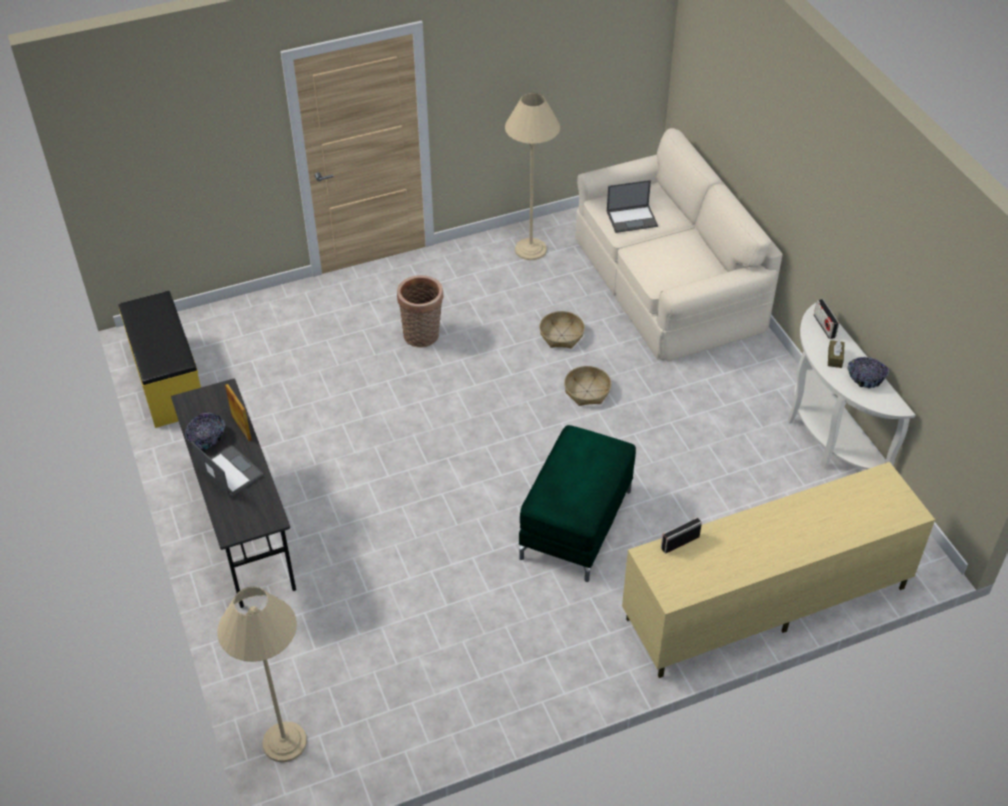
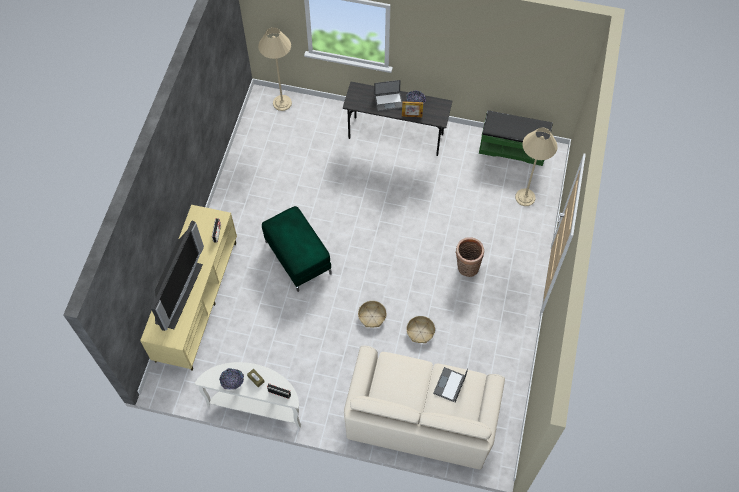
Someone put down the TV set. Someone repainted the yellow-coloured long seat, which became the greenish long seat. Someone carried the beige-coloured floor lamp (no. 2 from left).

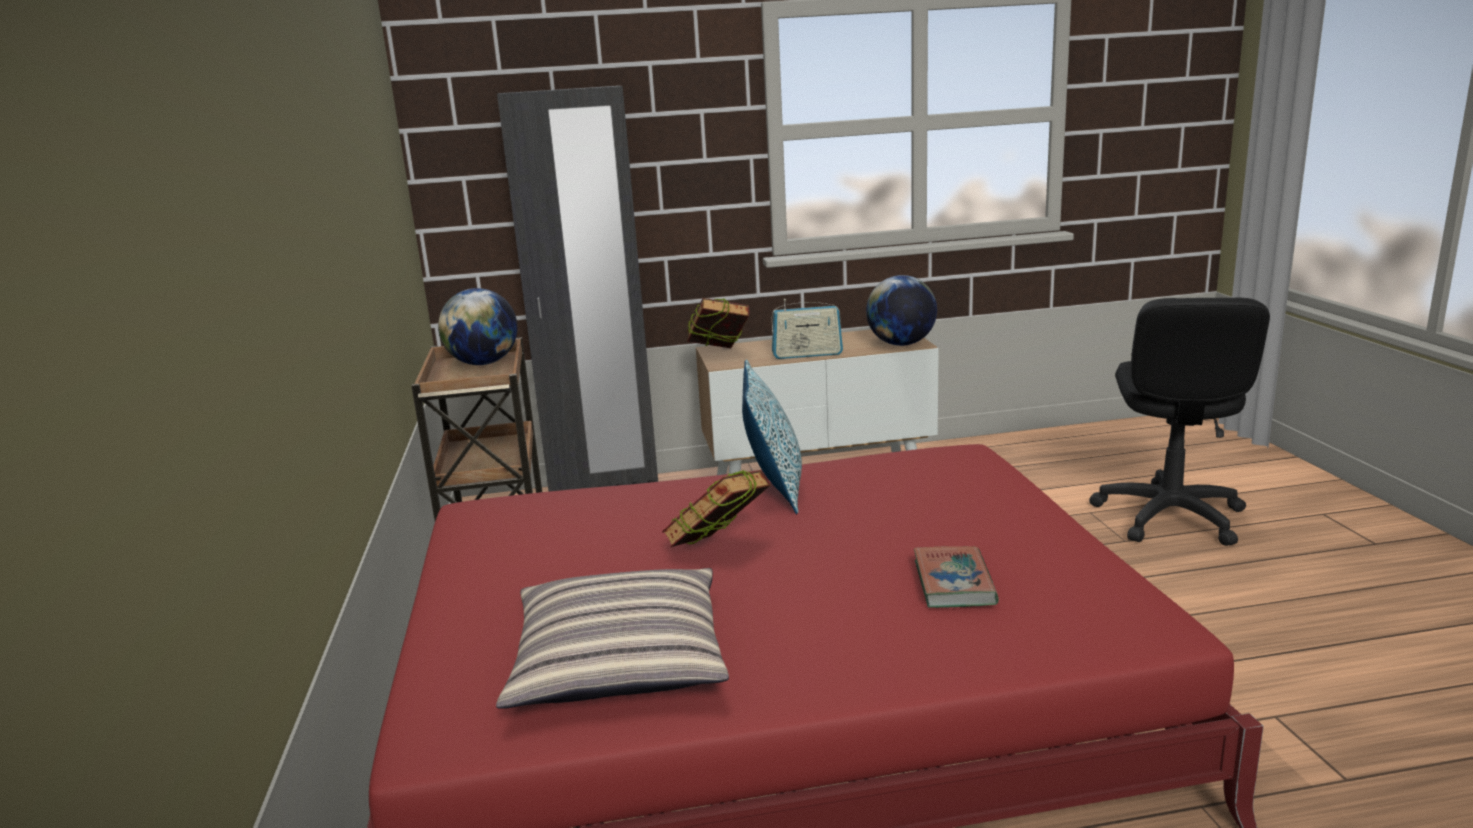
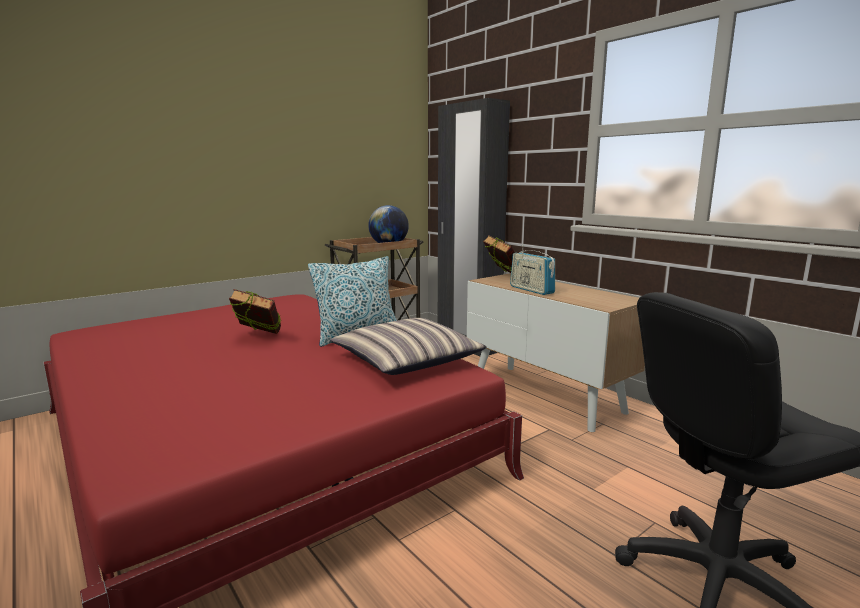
Someone carried the pillow (no. 1 from left in the first image). Someone took away the globe (no. 2 from left). Someone took away the book (no. 3 from left).

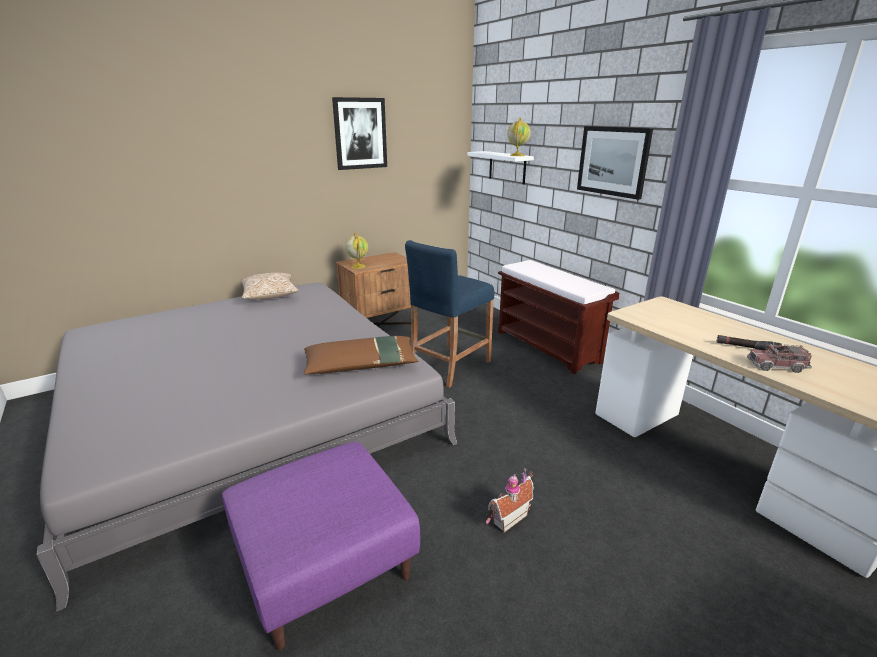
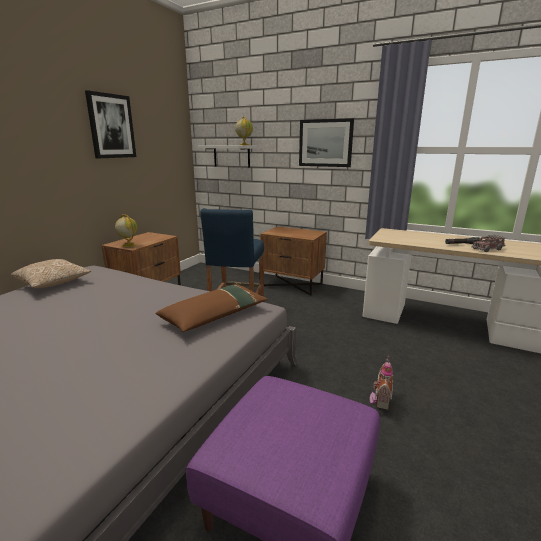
Someone swapped the brownish long seat for the brownish nightstand (no. 2 from left).

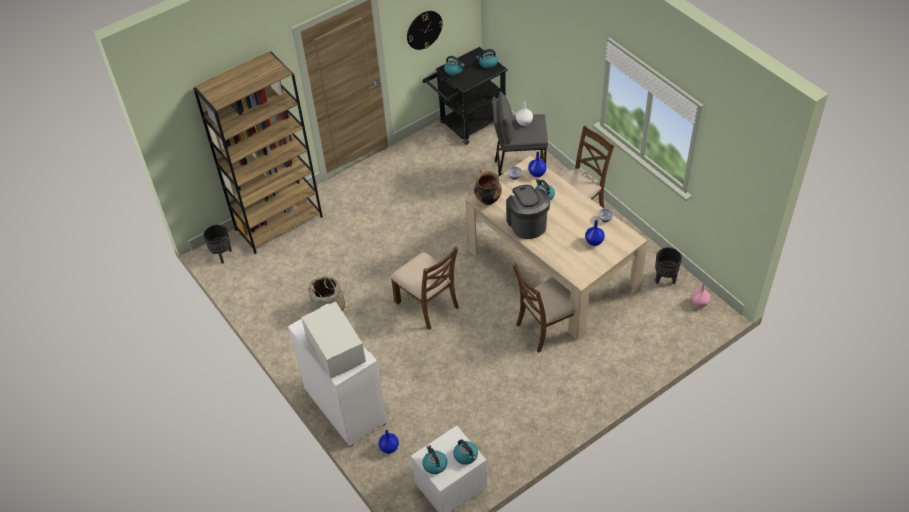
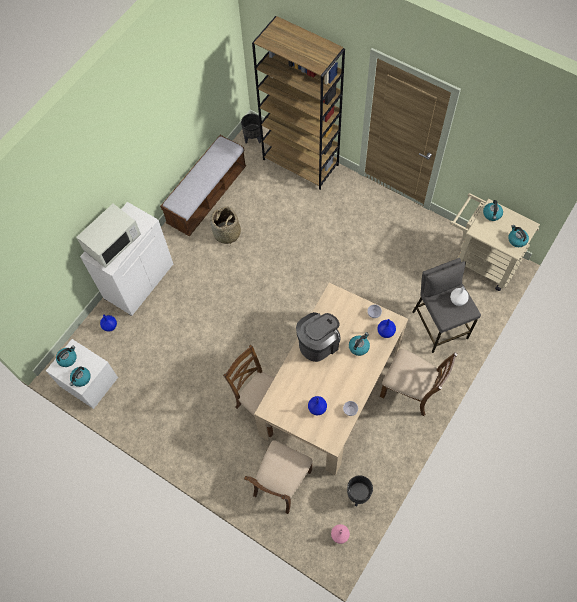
Someone put down the long seat. Someone carried the brownish plain chair (no. 1 from left in the first image). Someone repainted the black trolley, which became the beige-coloured trolley. Someone took away the clock on the wall. Someone took away the cooking pot.

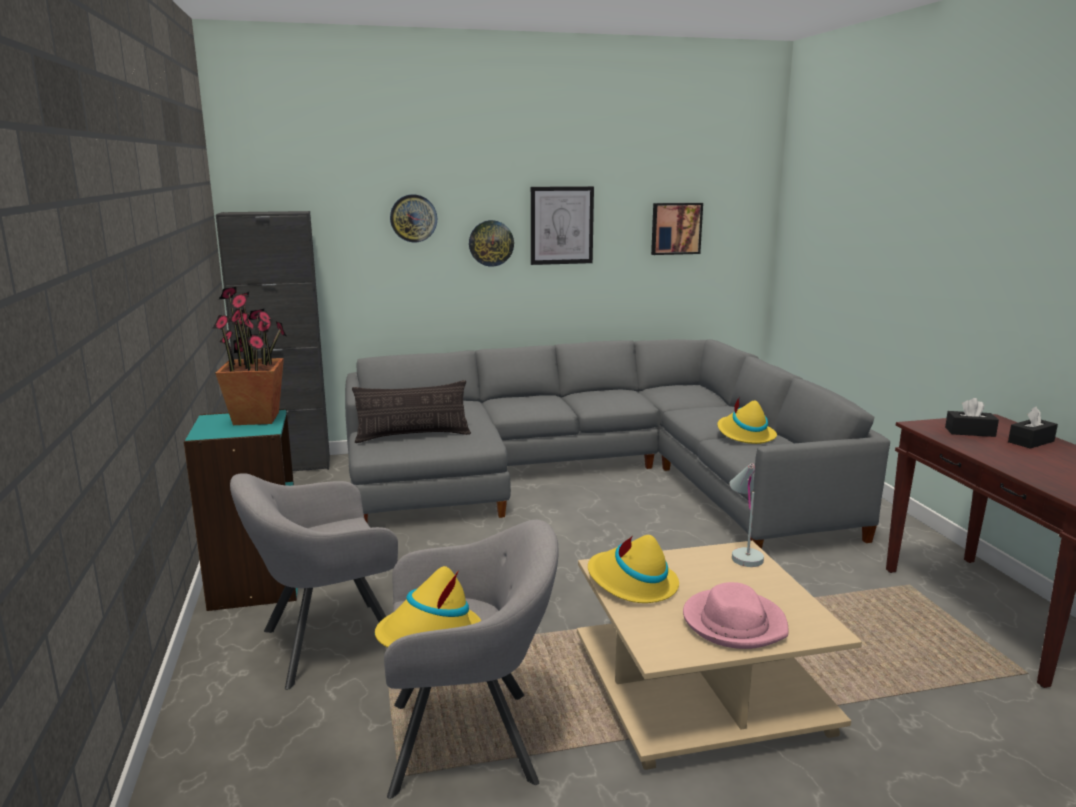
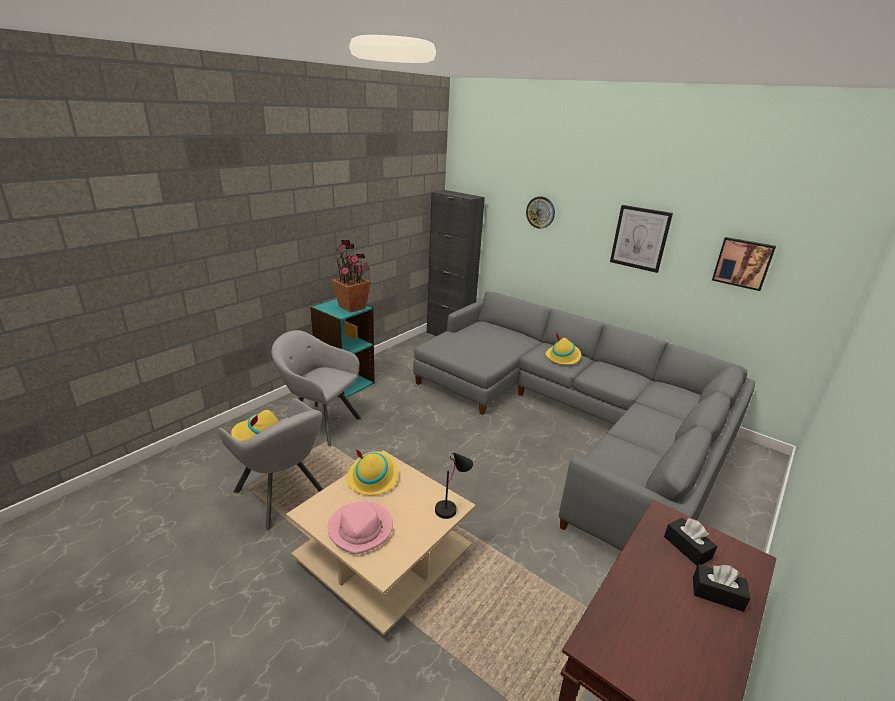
Someone repainted the white table lamp, which became the black table lamp. Someone carried the yellow-coloured hat (no. 3 from left). Someone took away the pillow. Someone took away the clock on the wall (no. 2 from left).

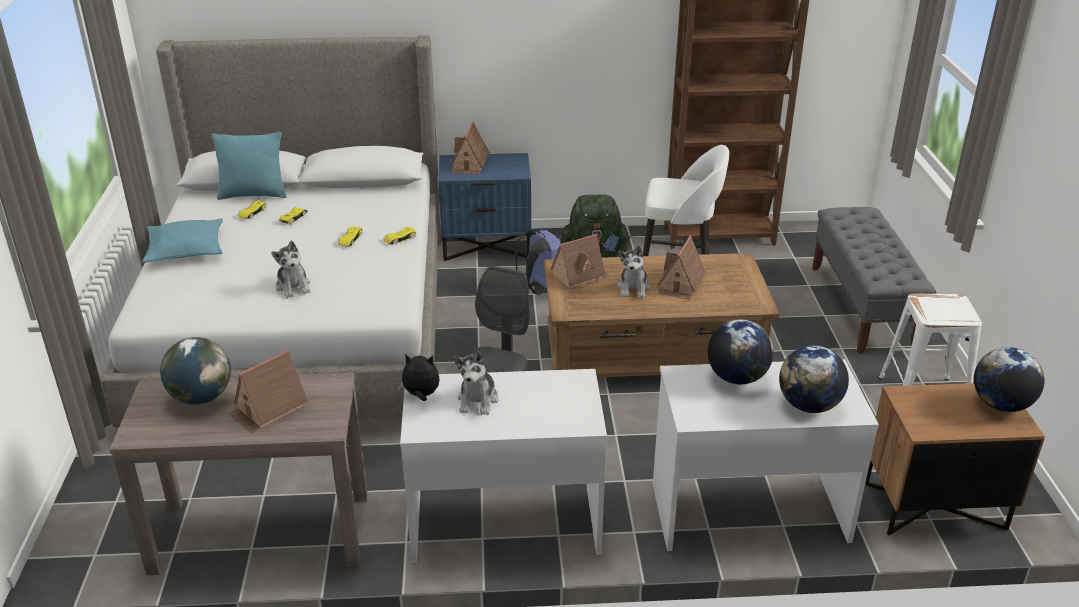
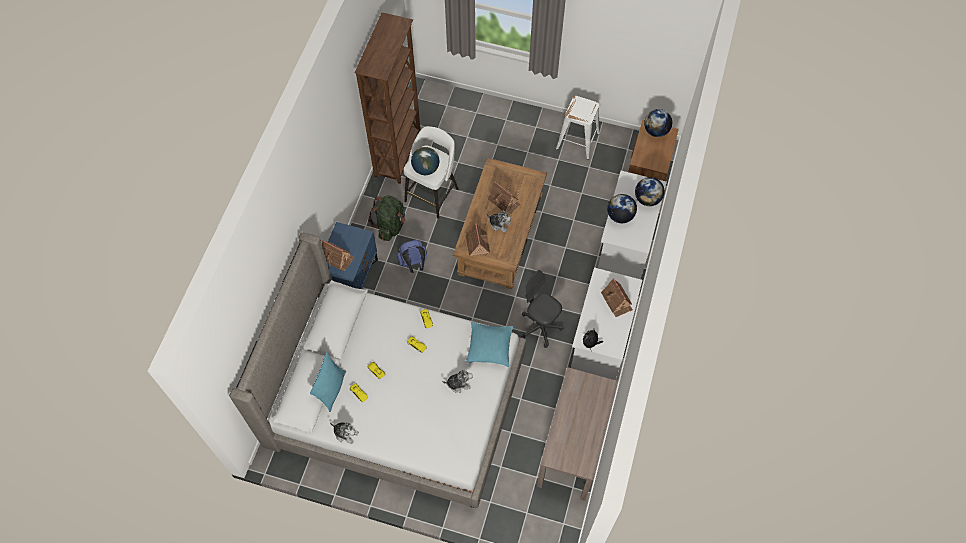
Someone carried the soft toy (no. 3 from left in the first image). Someone carried the globe (no. 1 from left). Someone carried the turquoise-coloured pillow (no. 1 from left in the first image). Someone carried the model house (no. 1 from left in the first image). Someone took away the gray long seat.

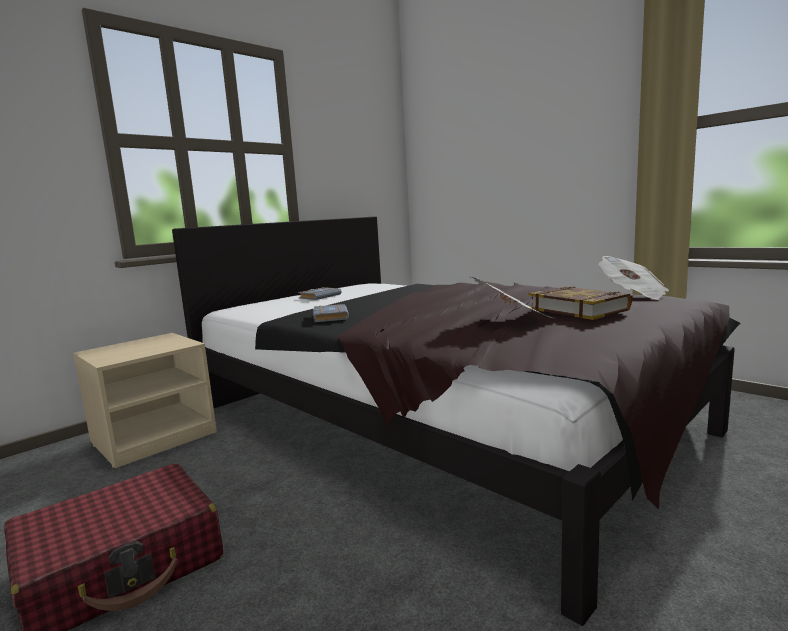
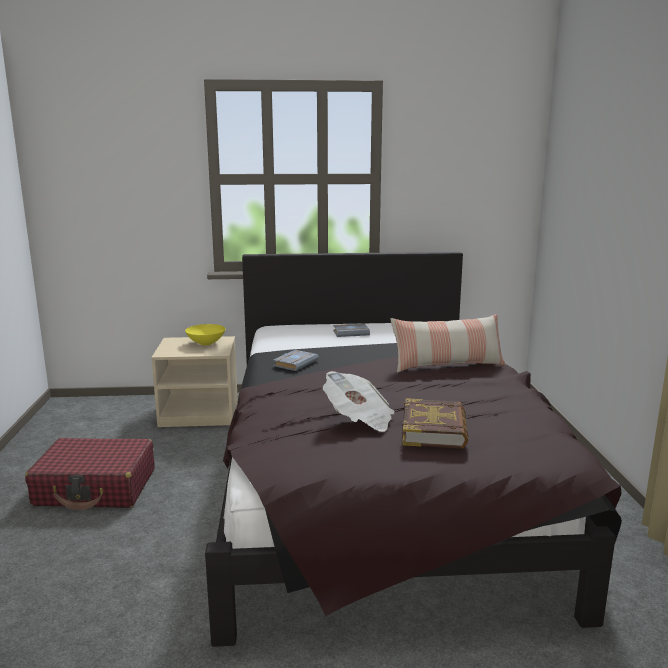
Someone put down the yellow-coloured bowl. Someone put down the pillow. Someone took away the printed paper (no. 2 from left).

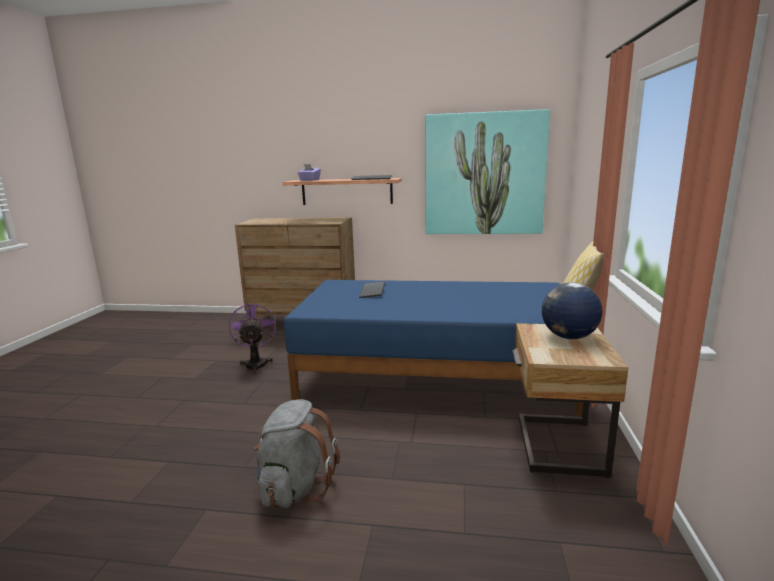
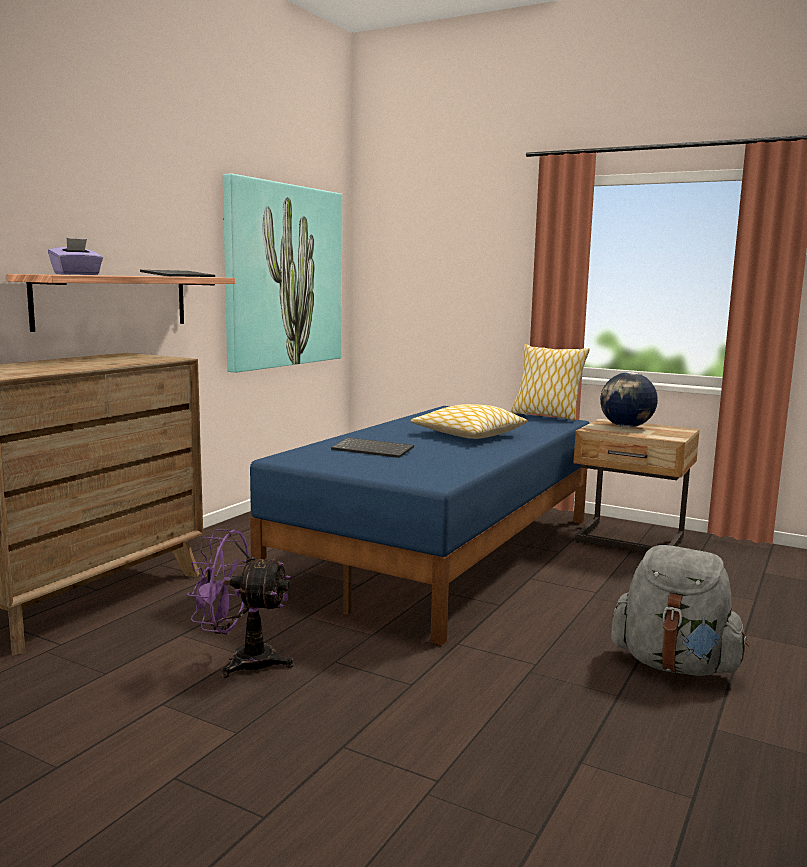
Someone put down the pillow (no. 1 from left).

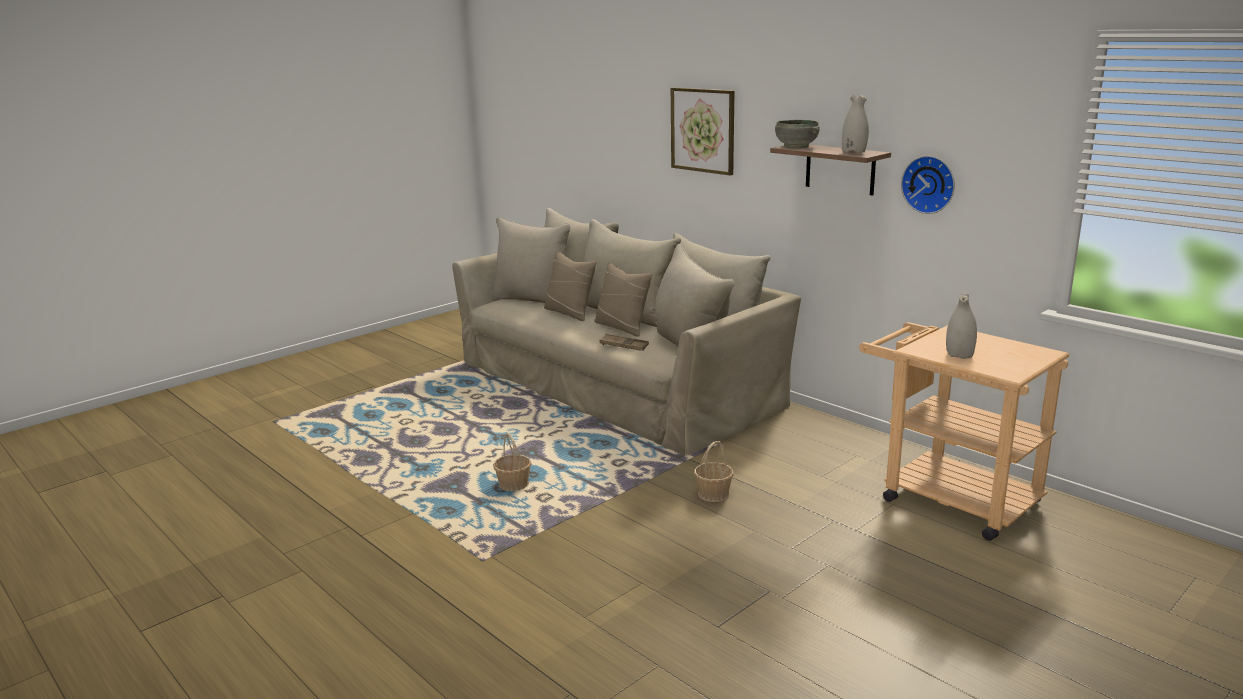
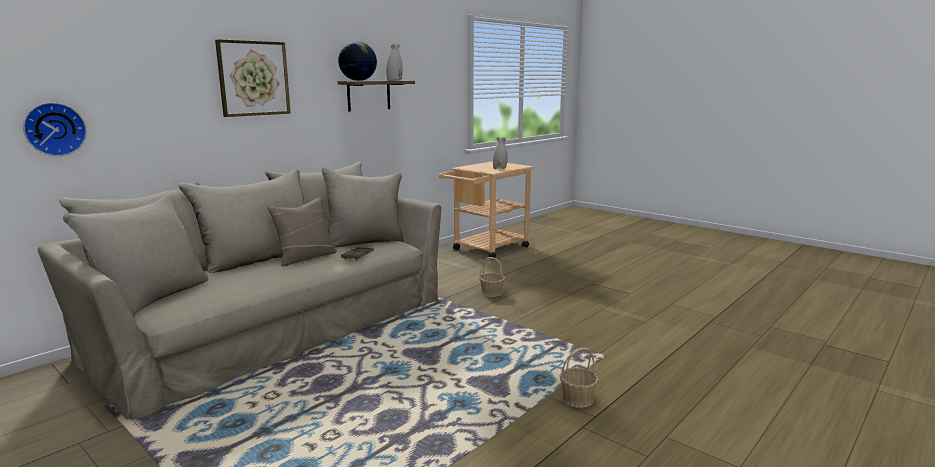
Someone carried the clock on the wall. Someone swapped the gray bowl for the globe. Someone carried the basket (no. 1 from left in the first image). Someone took away the beige-coloured pillow (no. 1 from left).

